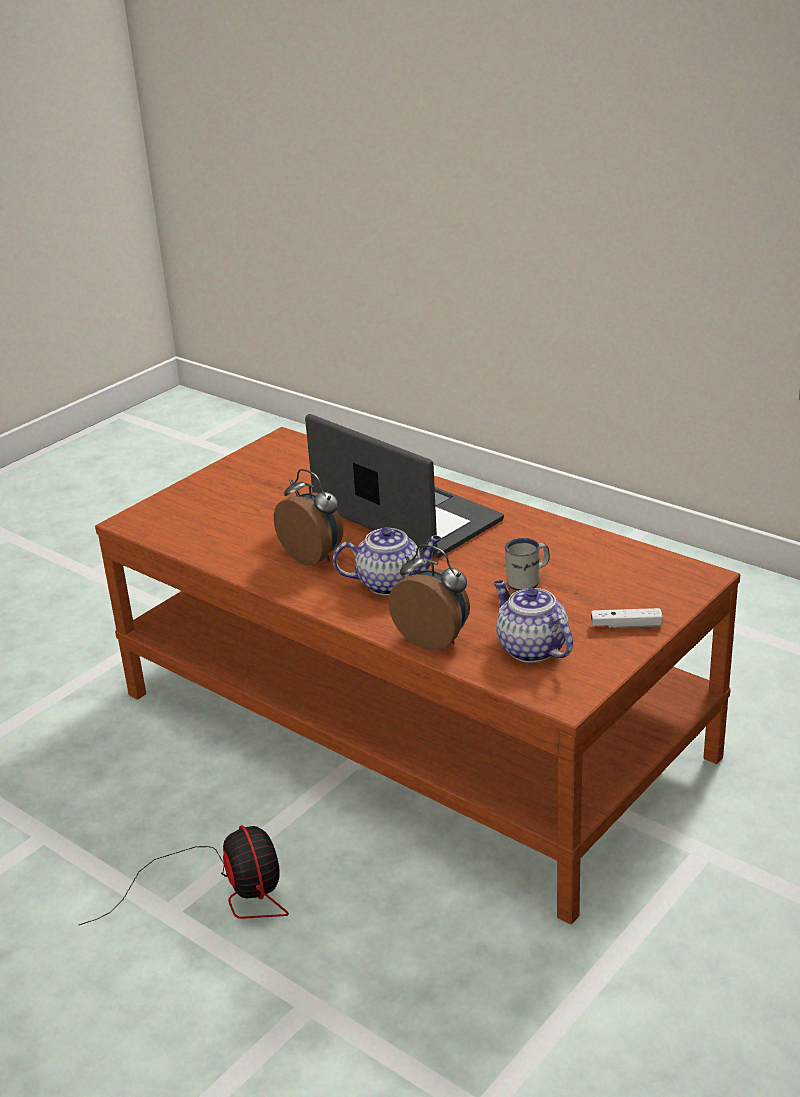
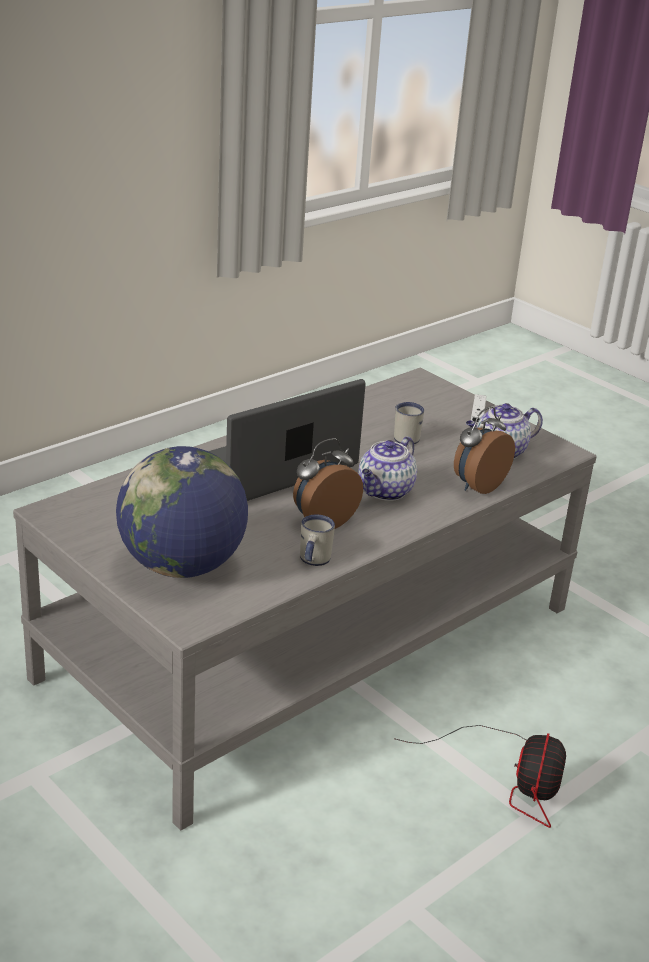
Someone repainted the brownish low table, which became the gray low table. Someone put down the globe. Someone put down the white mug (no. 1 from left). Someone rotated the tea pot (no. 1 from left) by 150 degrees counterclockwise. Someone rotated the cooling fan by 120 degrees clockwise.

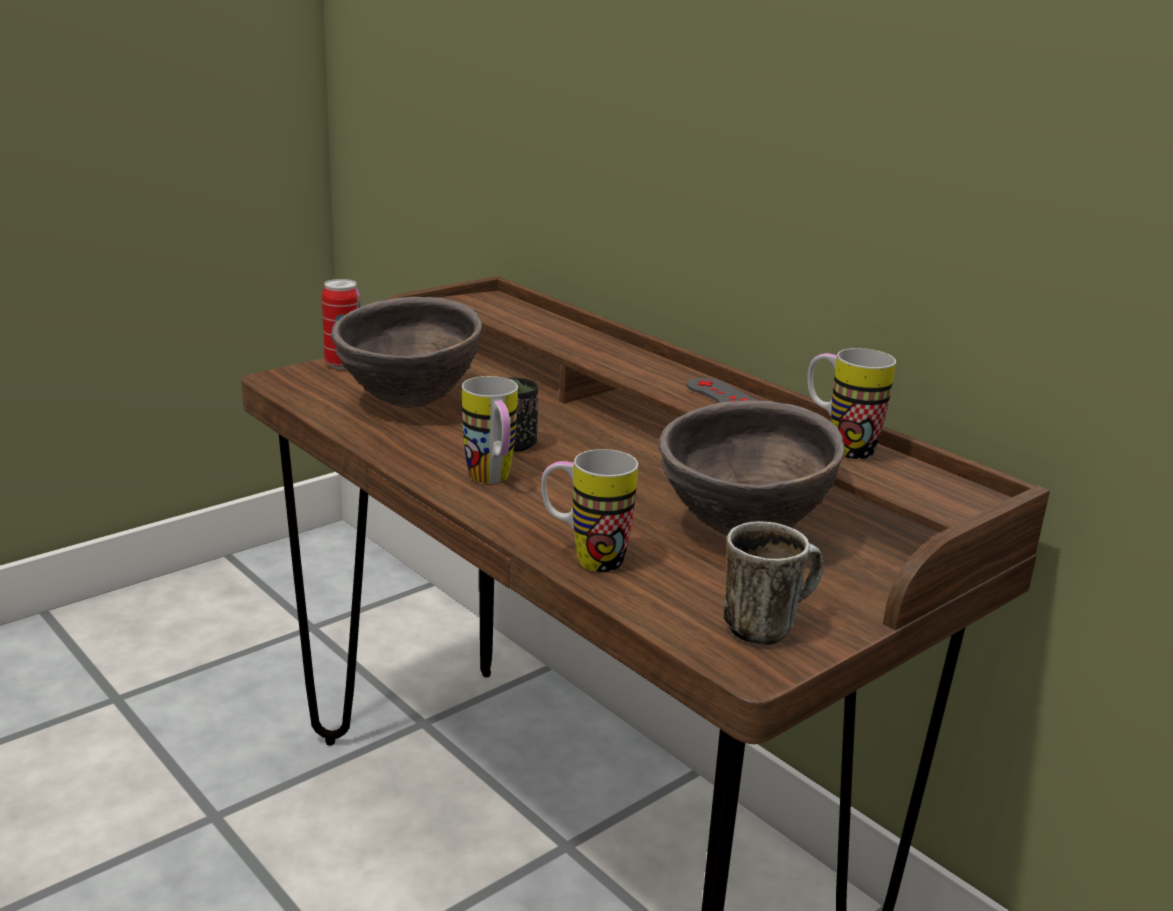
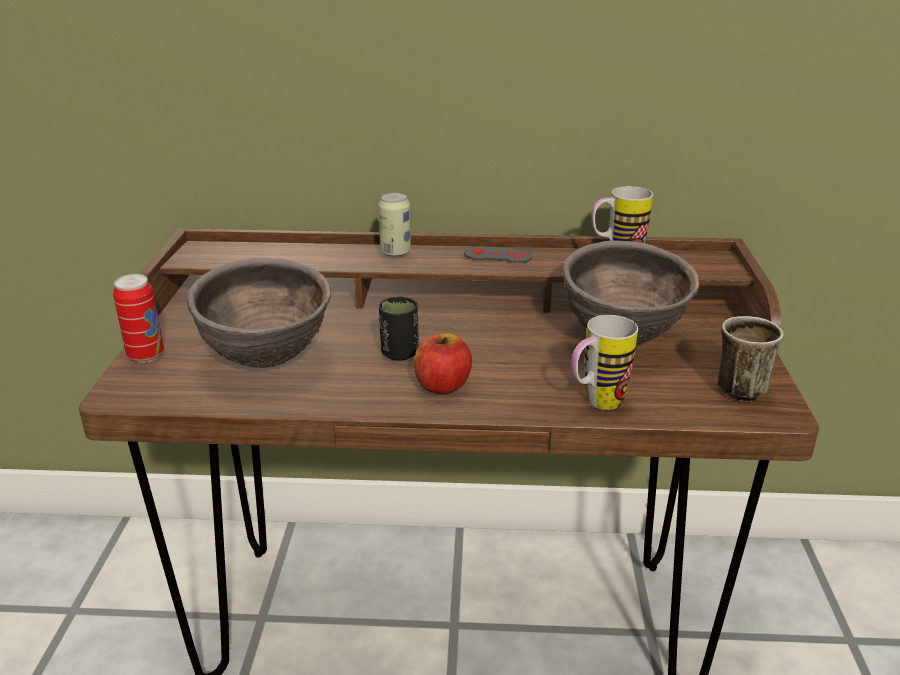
Someone put down the sealed can (no. 2 from left). Someone swapped the mug (no. 1 from left) for the whole apple.

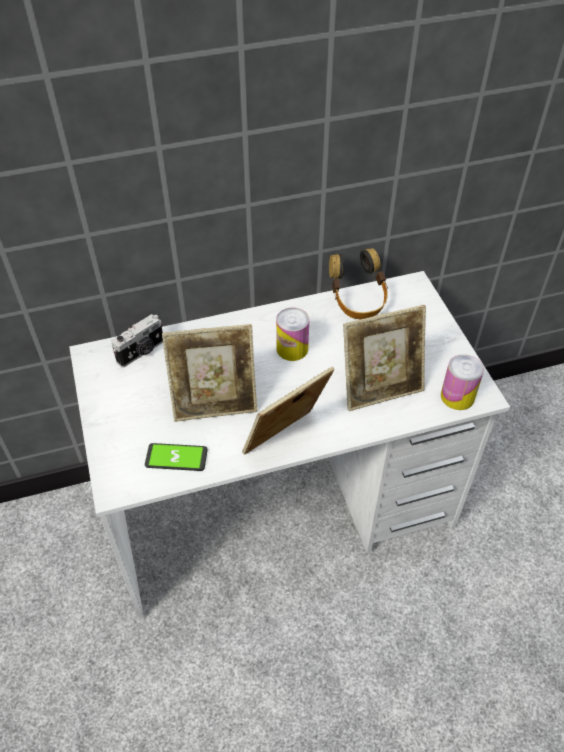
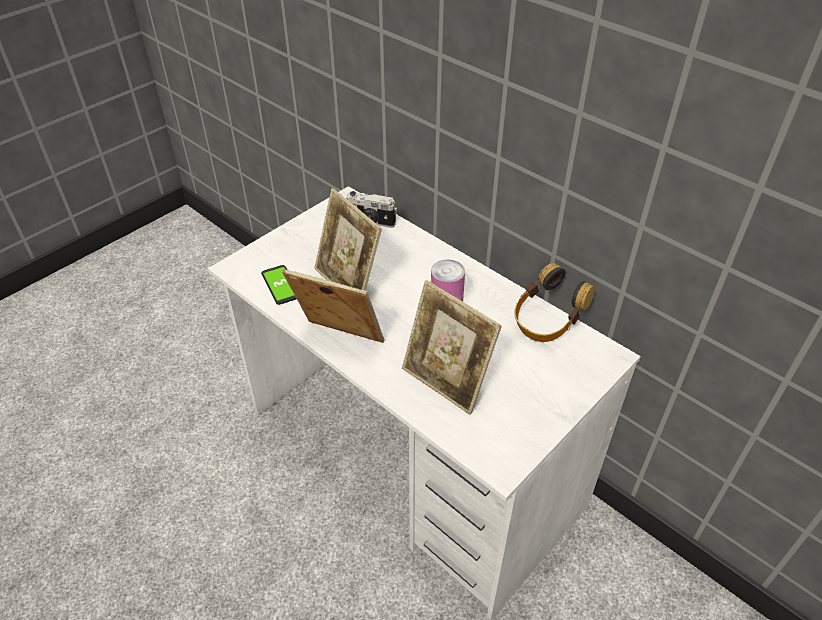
Someone took away the sealed can (no. 2 from left).

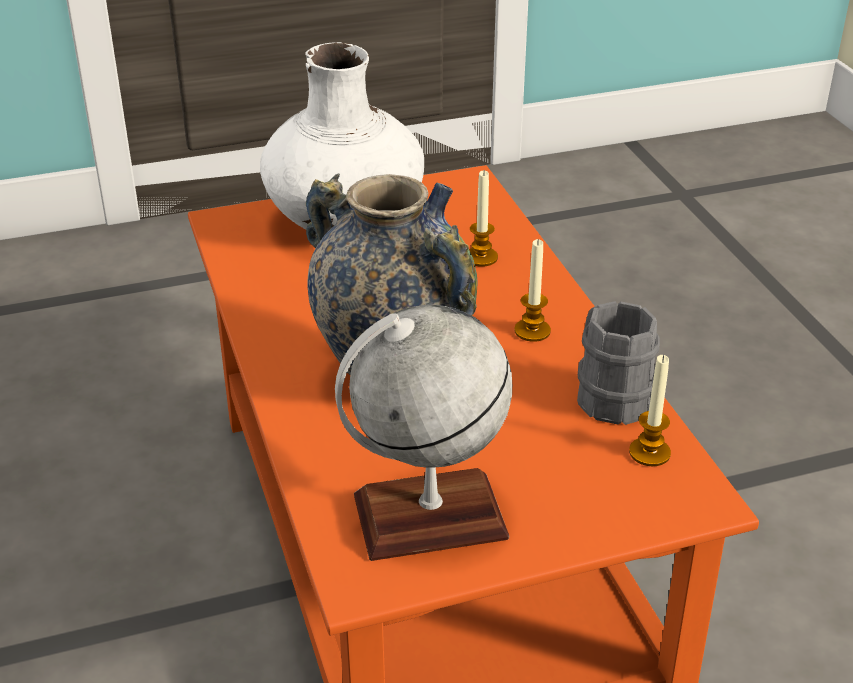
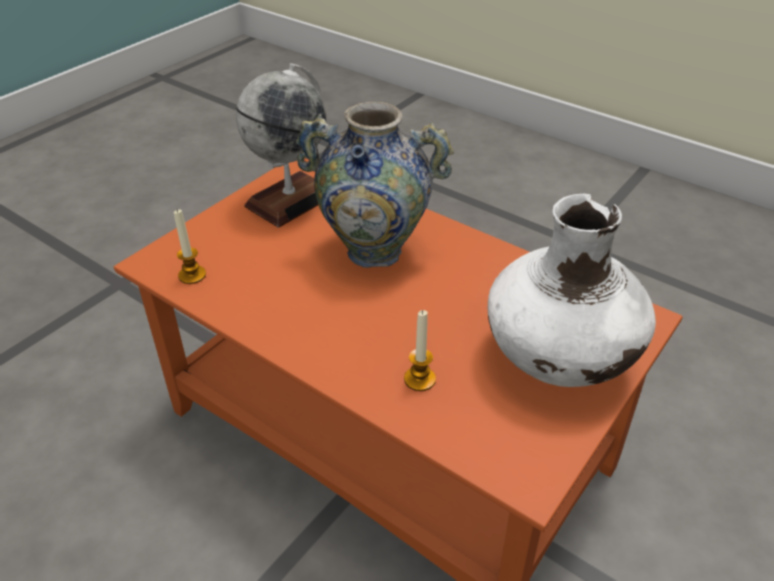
Someone took away the candle (no. 2 from left). Someone took away the gray mug.

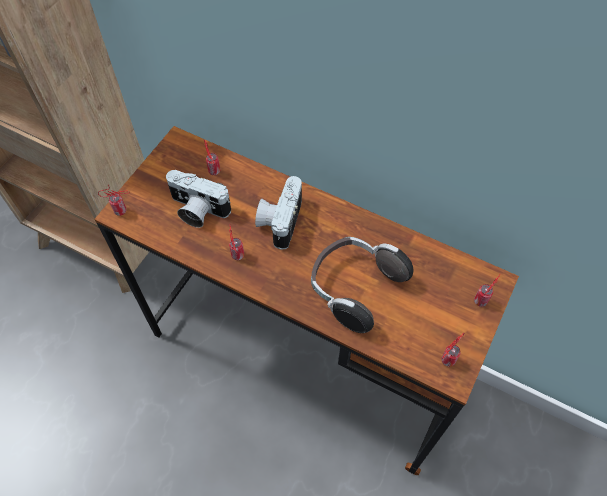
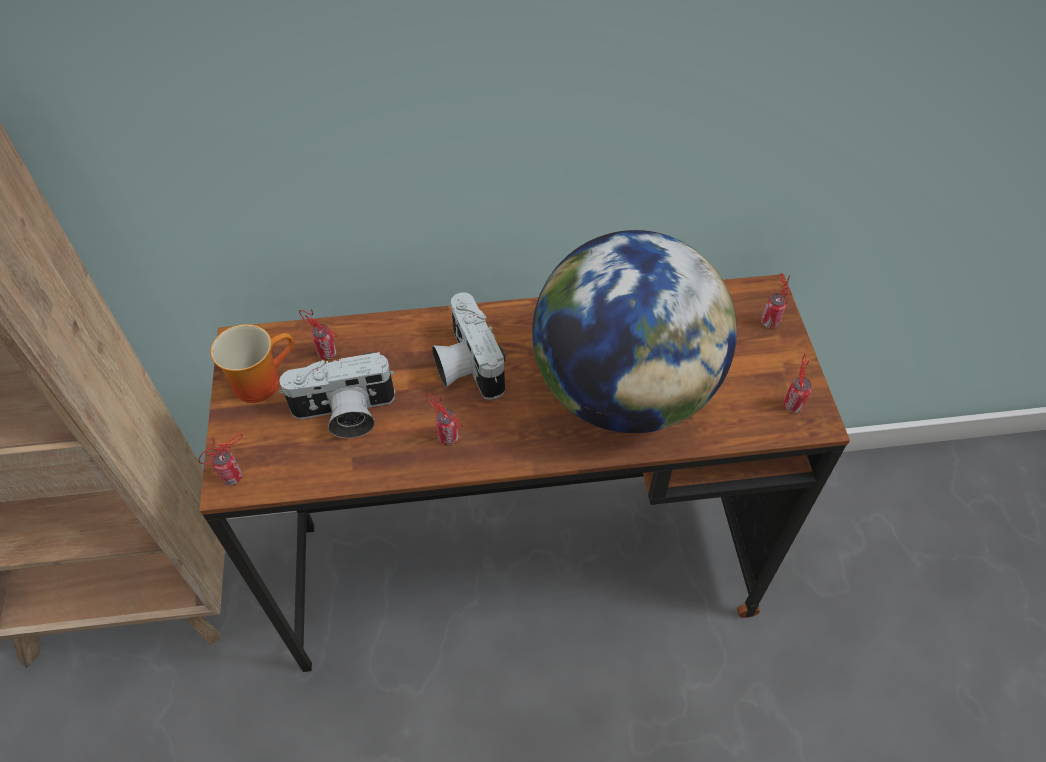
Someone put down the mug. Someone swapped the headset for the globe.

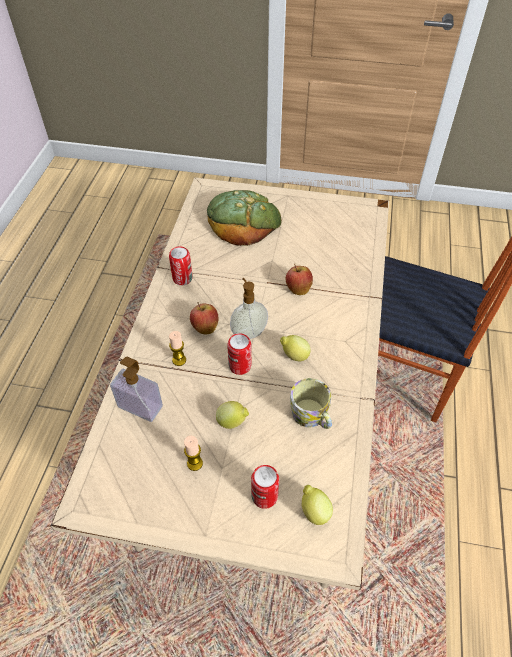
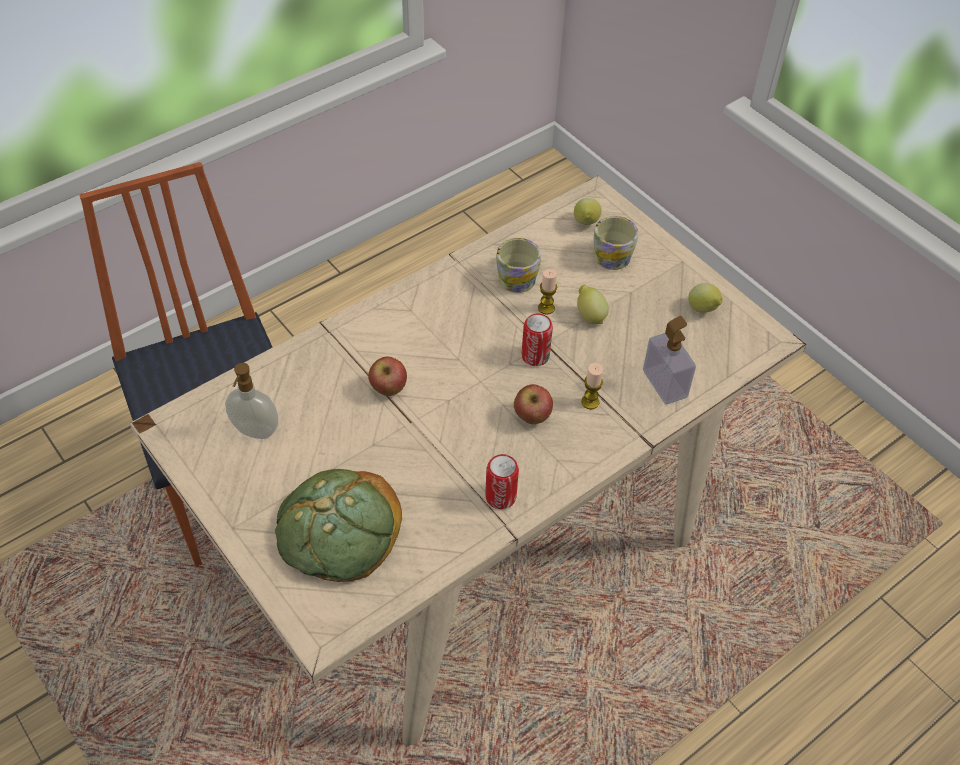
Someone carried the soap bottle (no. 2 from left in the first image). Someone carried the candle (no. 2 from left in the first image). Someone swapped the sealed can (no. 3 from left) for the mug (no. 2 from left). Someone carried the citrus fruit (no. 2 from left in the first image).

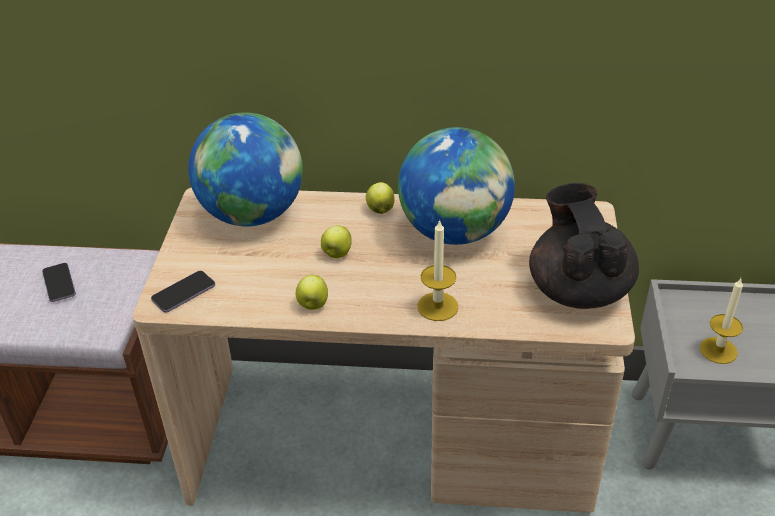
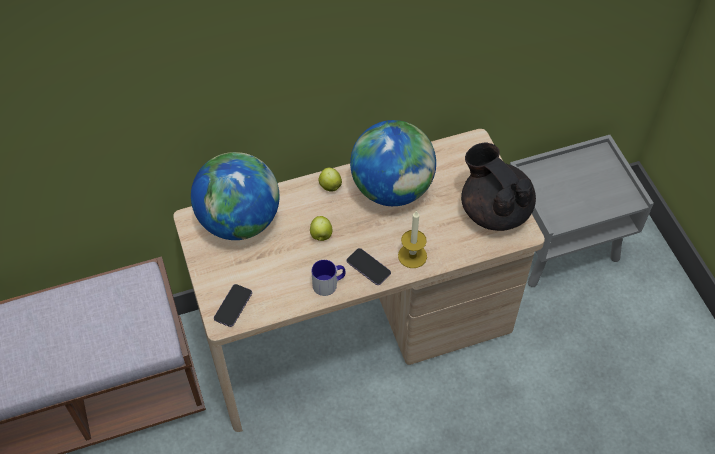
Someone swapped the whole apple (no. 1 from left) for the mug. Someone carried the telephone (no. 1 from left in the first image). Someone took away the candle (no. 2 from left).

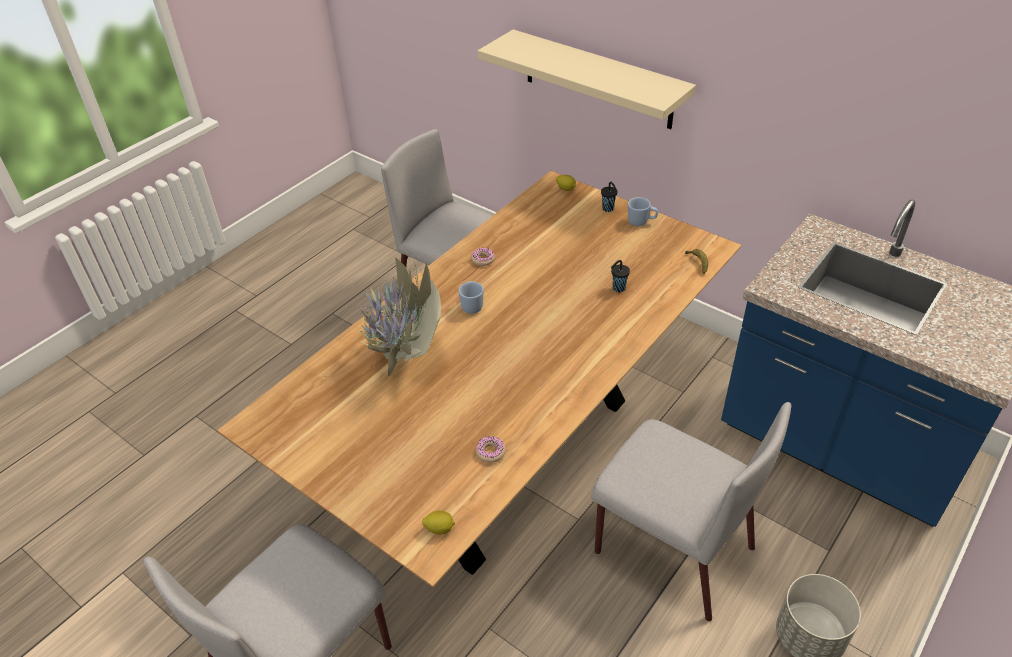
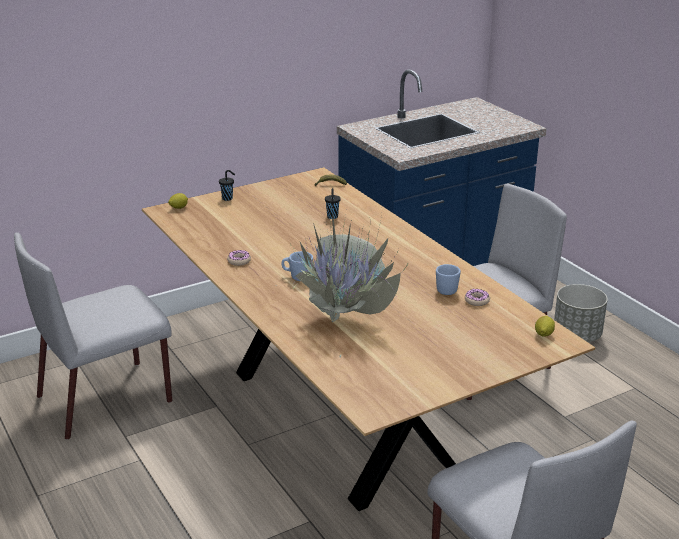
Someone carried the blue-coloured mug (no. 2 from left). Someone took away the beige-coloured wall shelf.

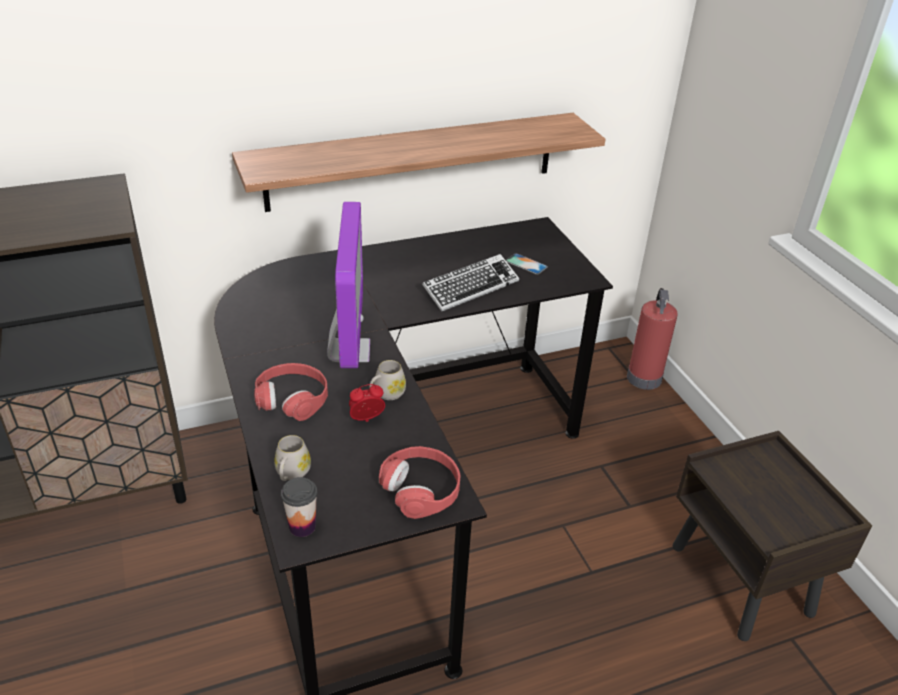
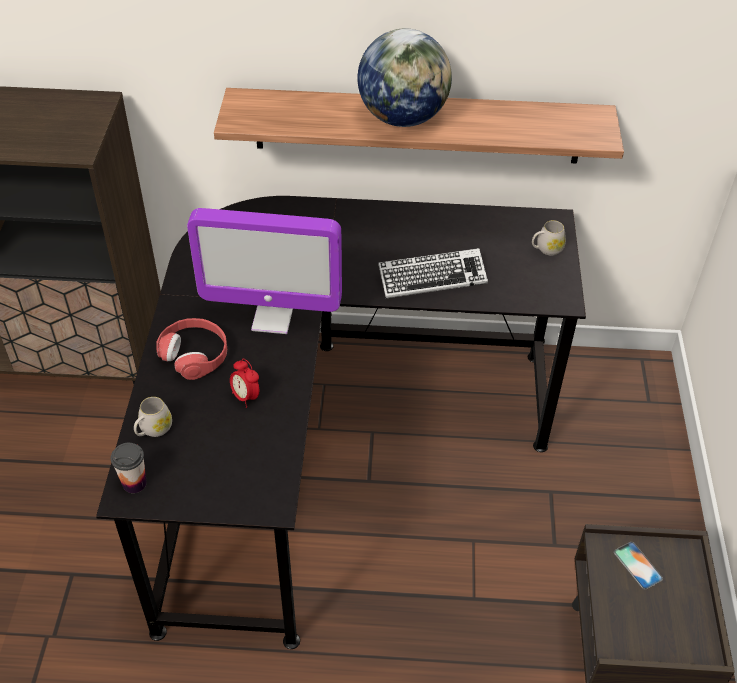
Someone rotated the monitor by 75 degrees clockwise. Someone rotated the alarm clock by 135 degrees counterclockwise. Someone put down the globe. Someone carried the white mug (no. 2 from left). Someone carried the telephone. Someone took away the reddish headset (no. 2 from left). Someone took away the fire extinguisher.

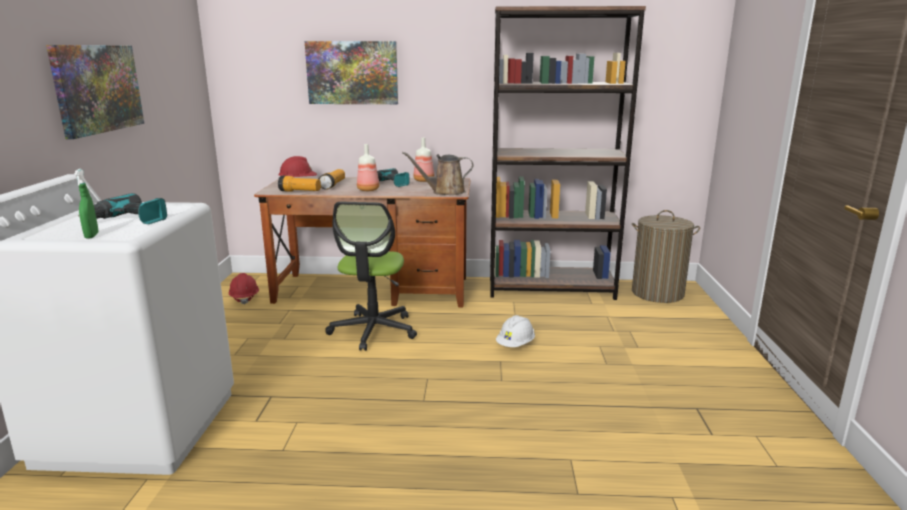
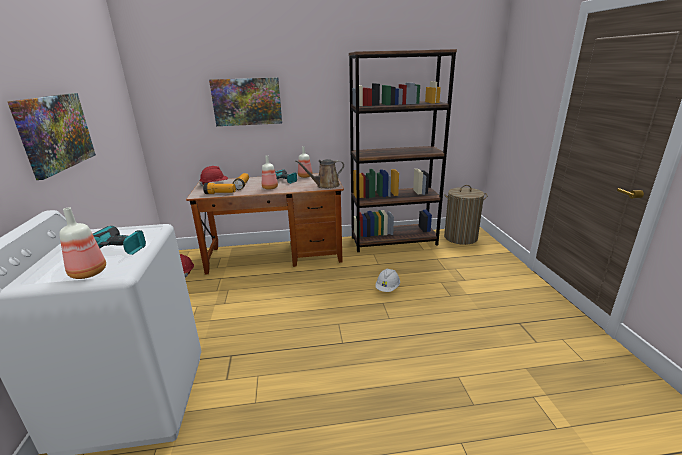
Someone swapped the greenish spray bottle for the beverage bottle (no. 1 from left). Someone took away the office chair.

